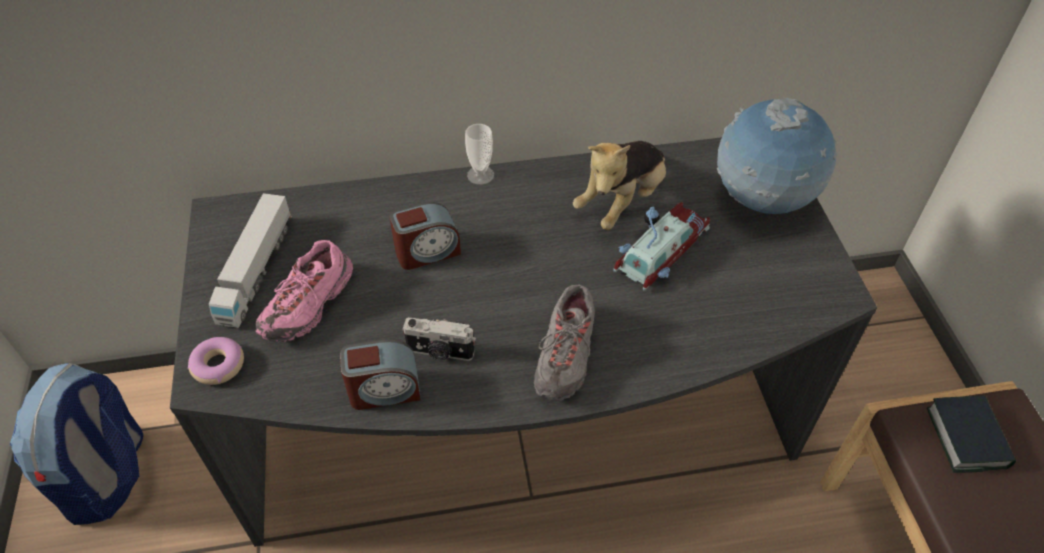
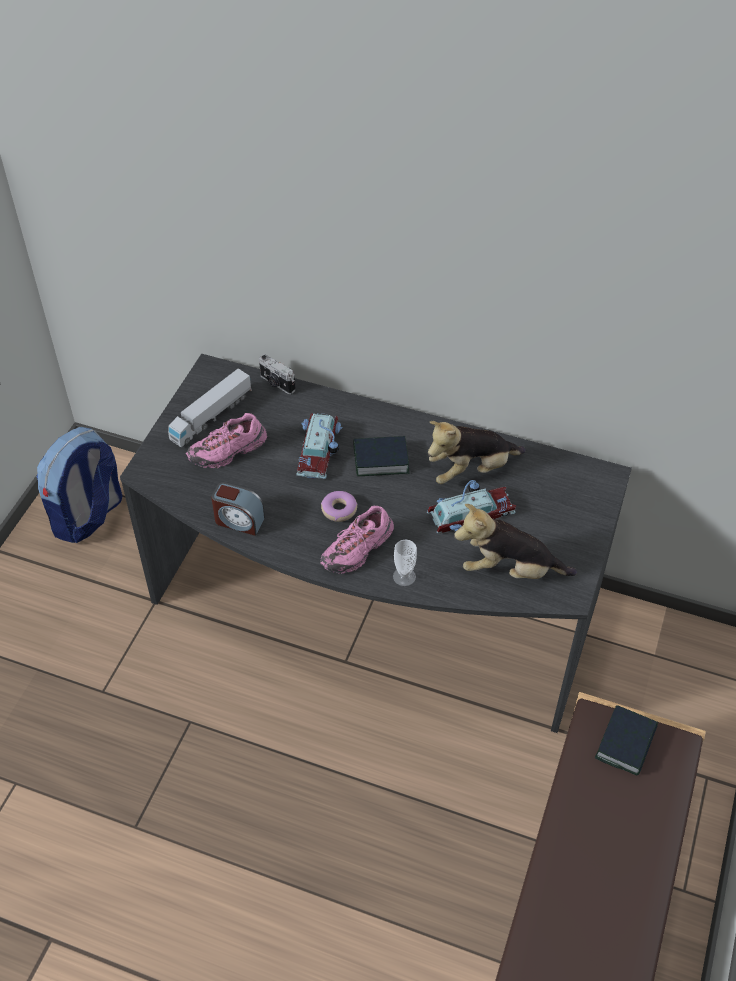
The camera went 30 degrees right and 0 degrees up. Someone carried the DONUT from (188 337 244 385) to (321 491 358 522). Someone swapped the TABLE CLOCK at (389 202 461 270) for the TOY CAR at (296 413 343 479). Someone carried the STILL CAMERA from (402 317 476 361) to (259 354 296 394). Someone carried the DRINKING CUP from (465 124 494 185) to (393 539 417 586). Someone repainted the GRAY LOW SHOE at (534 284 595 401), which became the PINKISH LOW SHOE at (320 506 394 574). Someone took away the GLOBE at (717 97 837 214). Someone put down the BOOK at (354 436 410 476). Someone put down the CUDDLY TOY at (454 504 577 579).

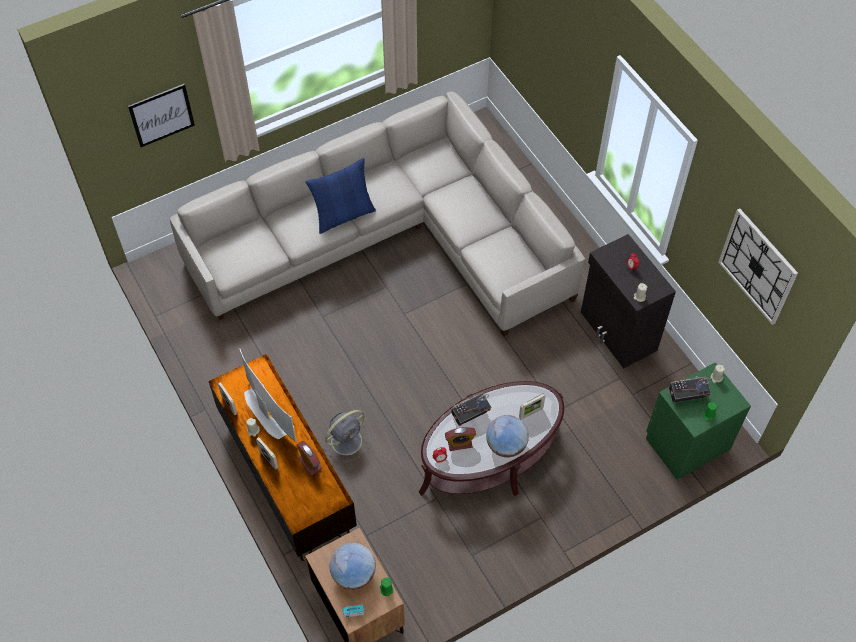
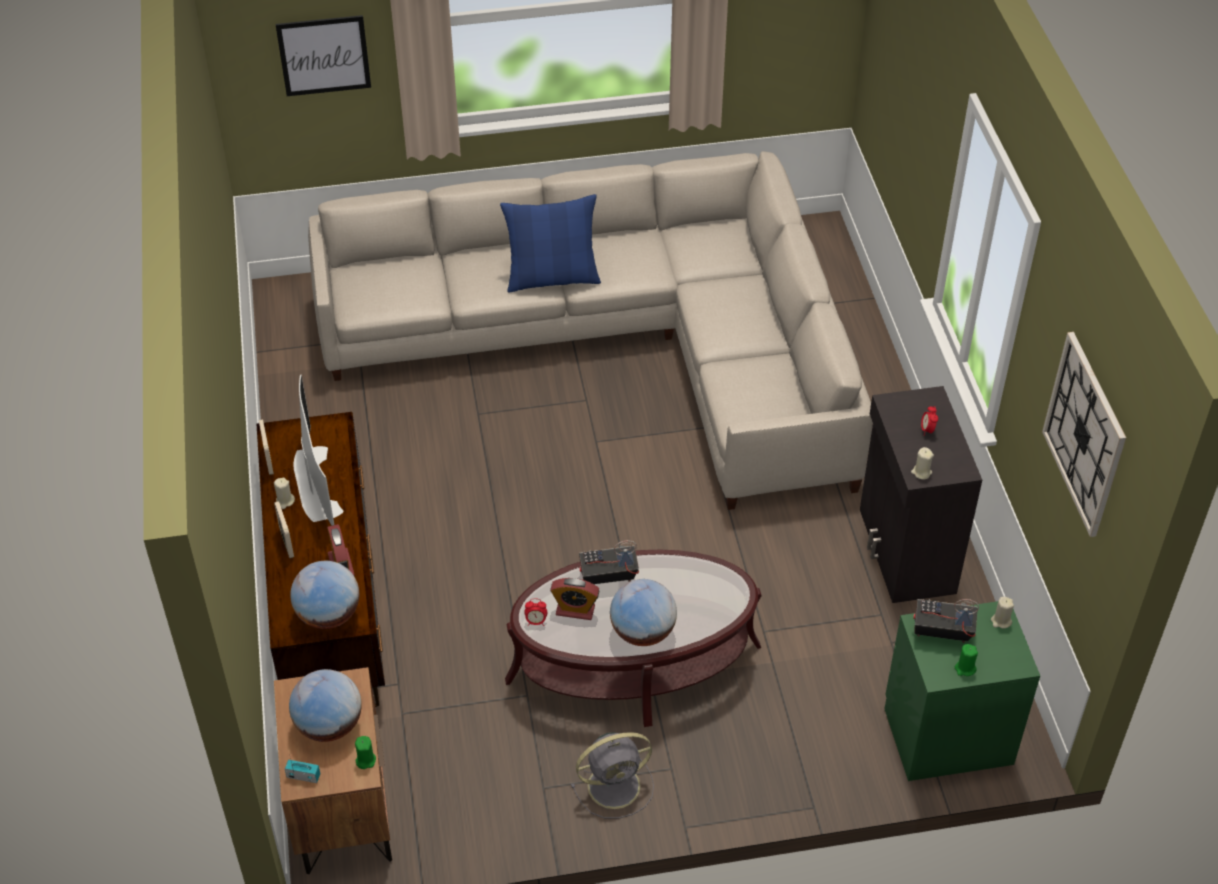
The camera went 20 degrees right and 10 degrees down. Someone carried the GRAY FAN from (322 410 370 462) to (571 732 654 819). Someone took away the PHOTO FRAME at (519 394 545 420). Someone put down the GLOBE at (290 561 359 629).

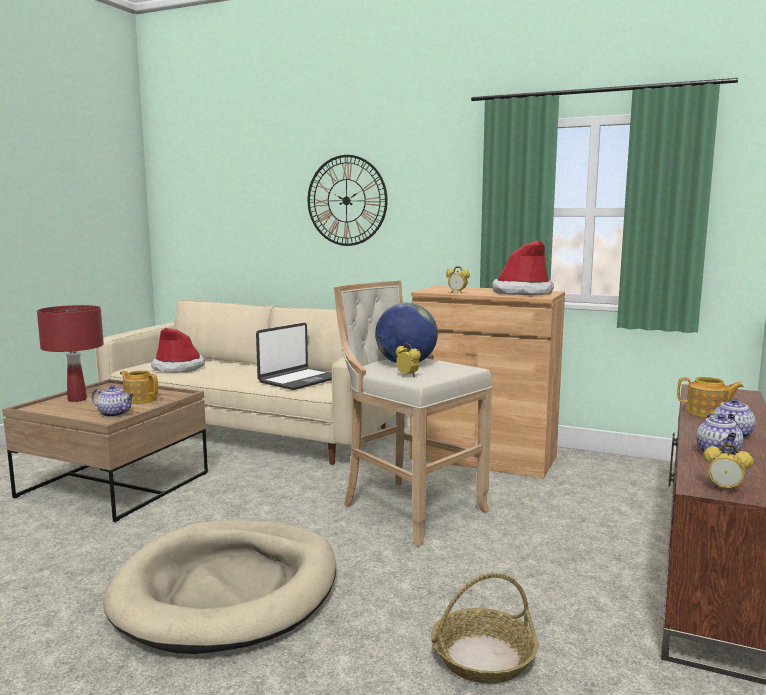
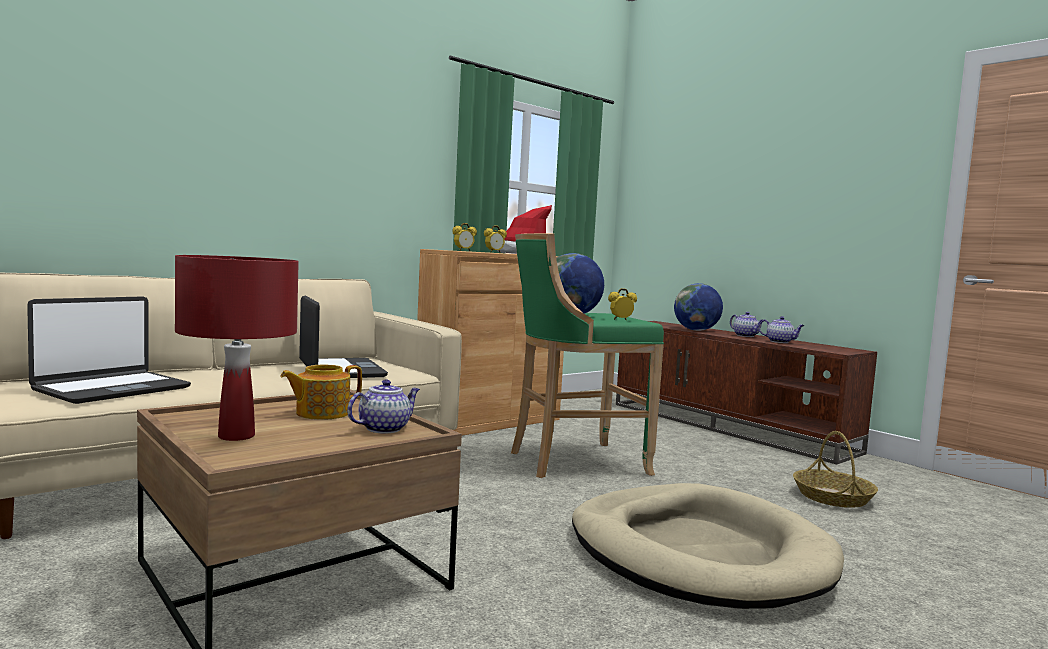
The camera went 65 degrees left and 5 degrees down. Someone swapped the CLOTHING HAT at (151 328 205 373) for the NOTEBOOK COMPUTER at (27 296 191 404). Someone took away the CLOCK ON THE WALL at (308 155 388 246). Someone repainted the SAND-COLOURED STOOL SEAT at (334 281 492 546), which became the GREEN-COLOURED STOOL SEAT at (511 233 664 478). Someone swapped the TEAPOT at (677 377 744 418) for the GLOBE at (674 283 723 331). Someone carried the TABLE CLOCK from (703 444 753 492) to (452 223 477 251).

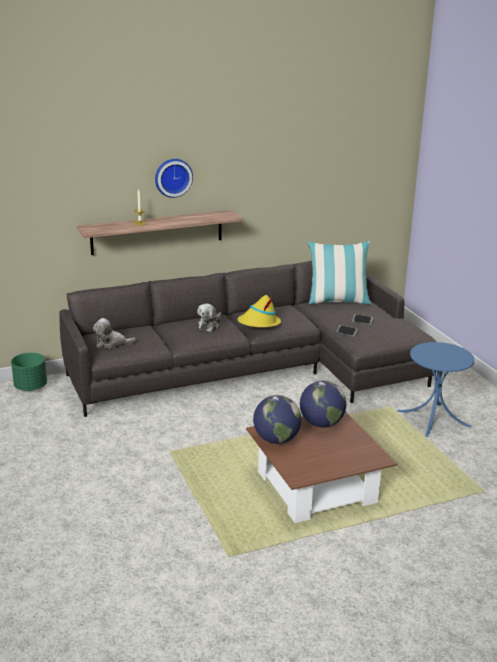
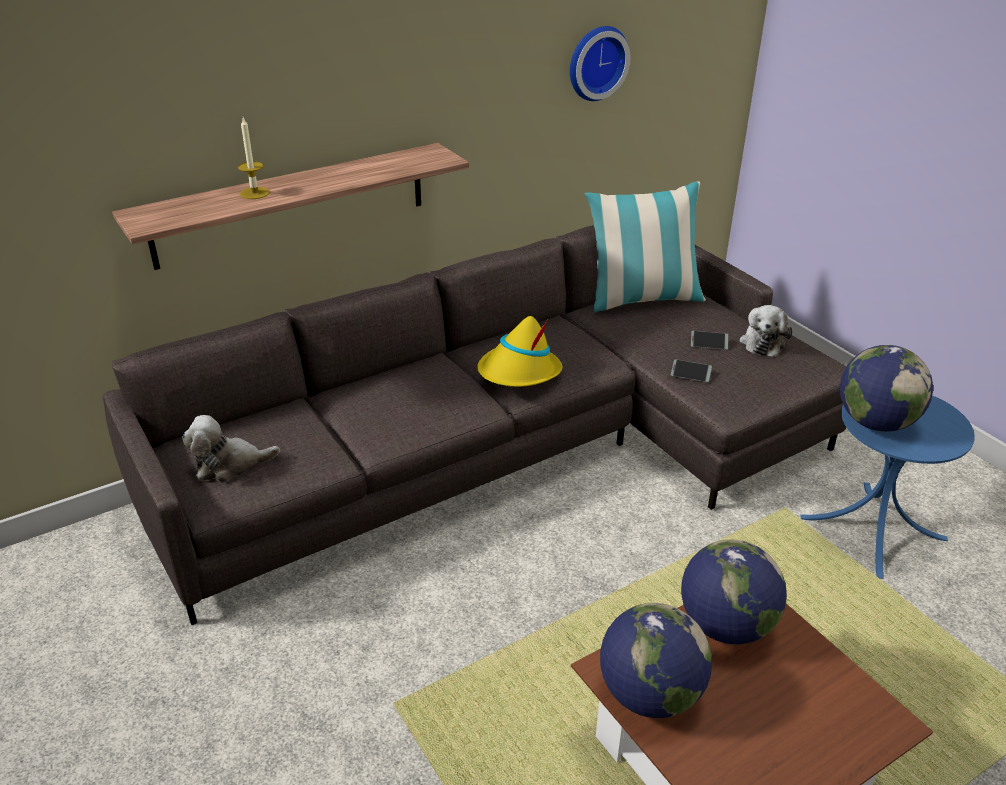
The camera went 10 degrees left and 10 degrees up. Someone took away the GREEN-COLOURED PLANTER at (11 352 47 391). Someone carried the CLOCK ON THE WALL from (155 159 193 198) to (570 26 630 101). Someone carried the CUDDLY TOY from (197 304 222 332) to (740 305 793 357). Someone put down the GLOBE at (840 345 933 432).

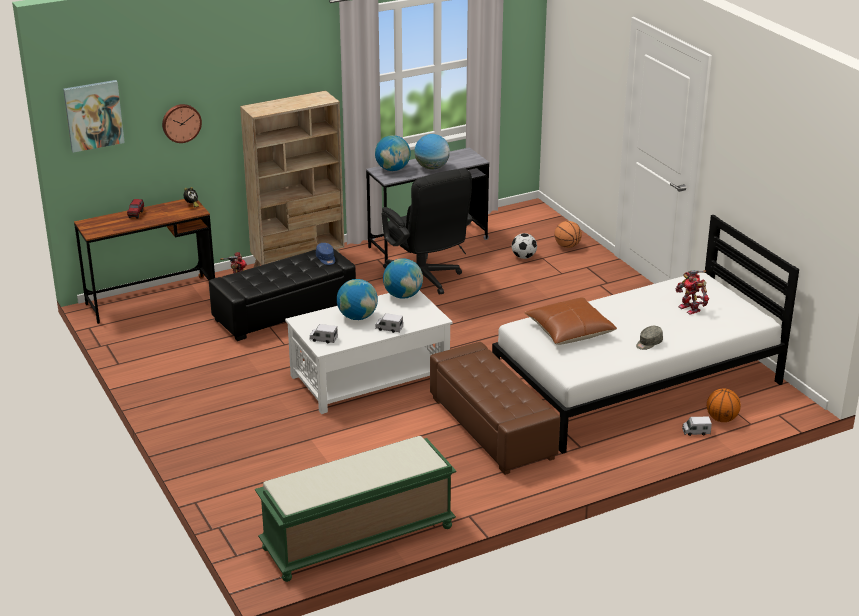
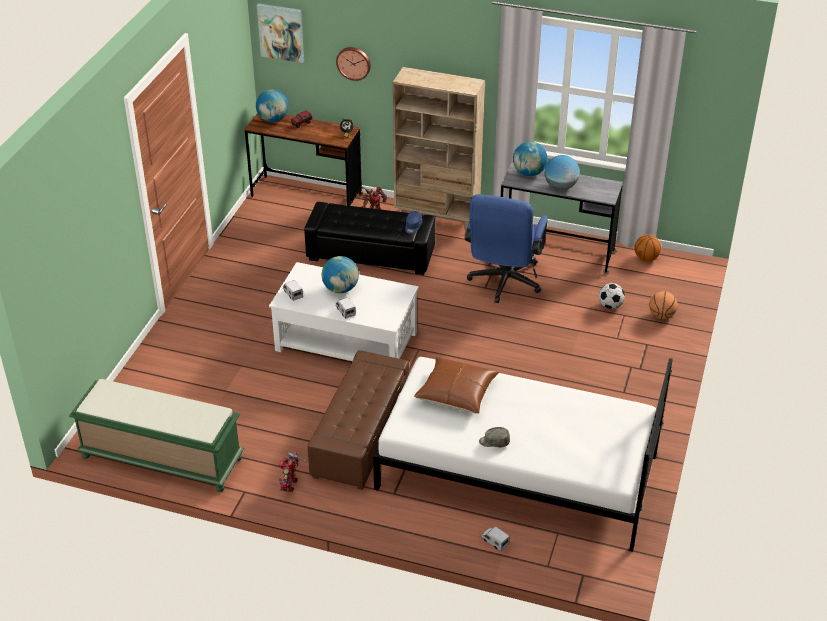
The camera went 45 degrees right and 10 degrees up. Someone repainted the BLACK-COLOURED COMPUTER CHAIR at (382 168 472 295), which became the BLUE COMPUTER CHAIR at (465 194 548 303). Someone carried the GLOBE from (383 258 423 299) to (256 89 288 122). Someone carried the MODEL ROBOT from (676 270 709 315) to (279 452 307 492). Someone carried the BALL FOR BASKETBALL from (707 388 741 422) to (634 234 661 261).

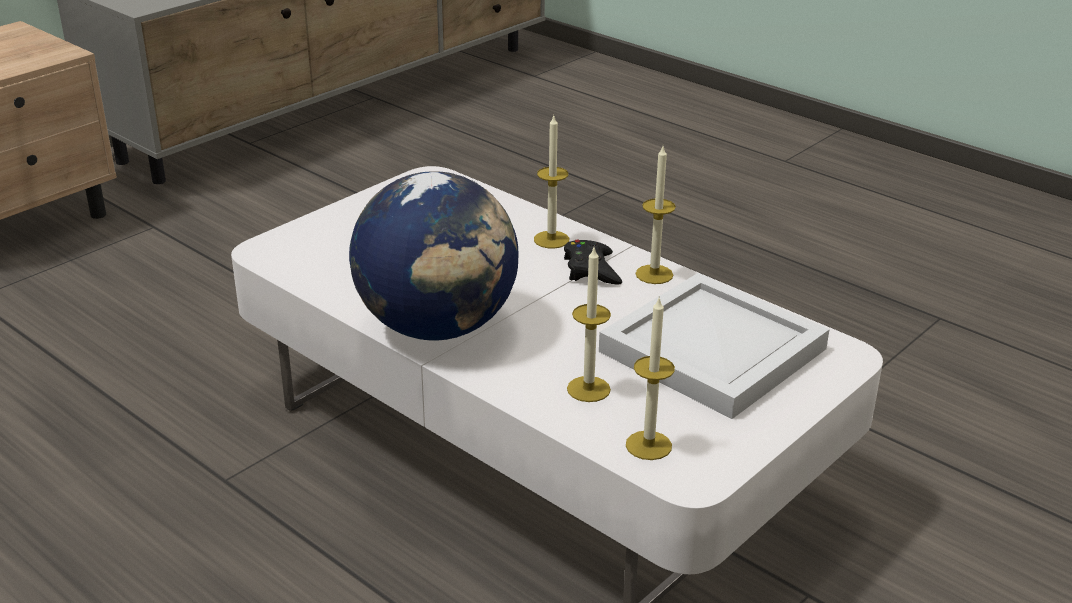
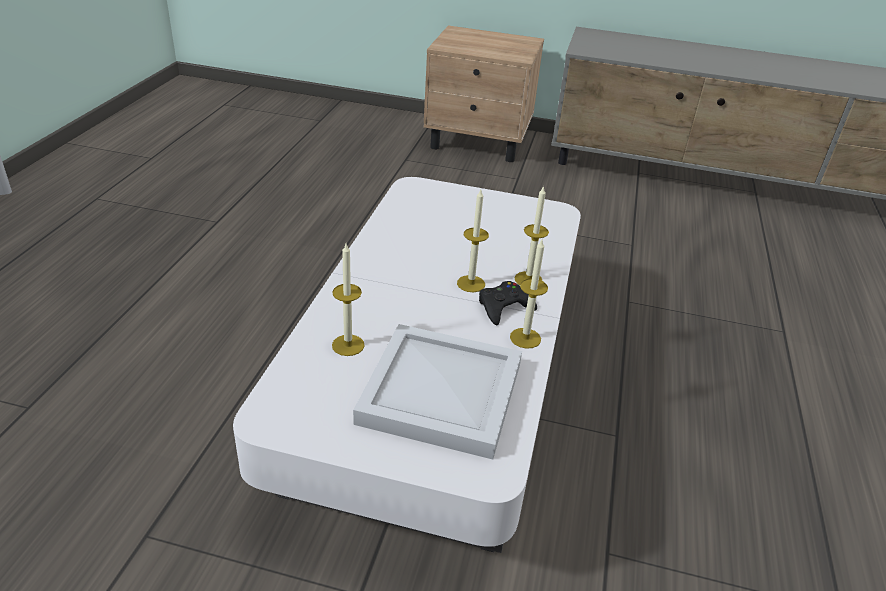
The camera went 60 degrees right and 5 degrees up. Someone took away the GLOBE at (349 171 518 340). Someone carried the CANDLE from (626 298 675 460) to (457 190 489 292).

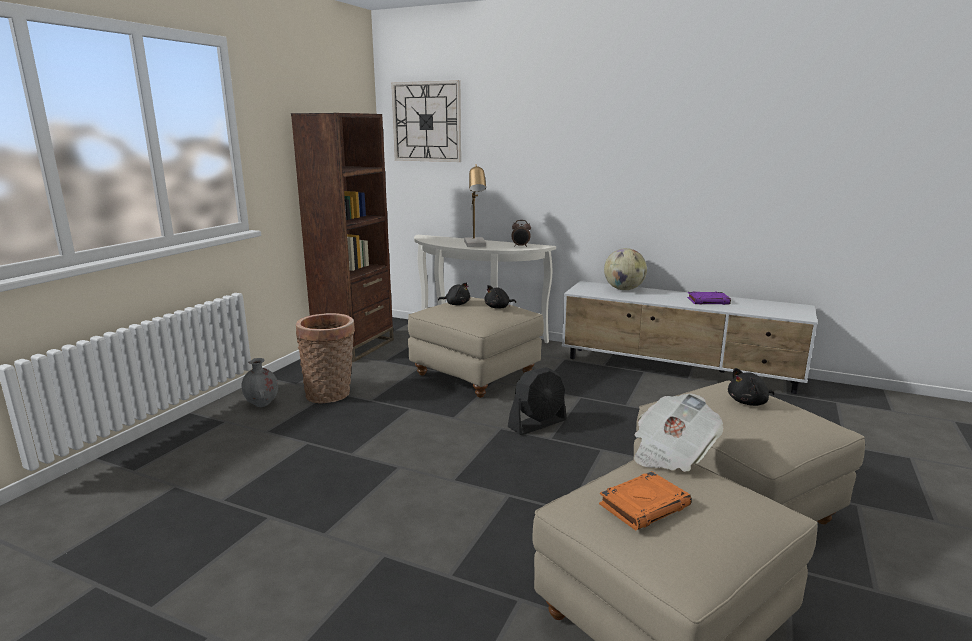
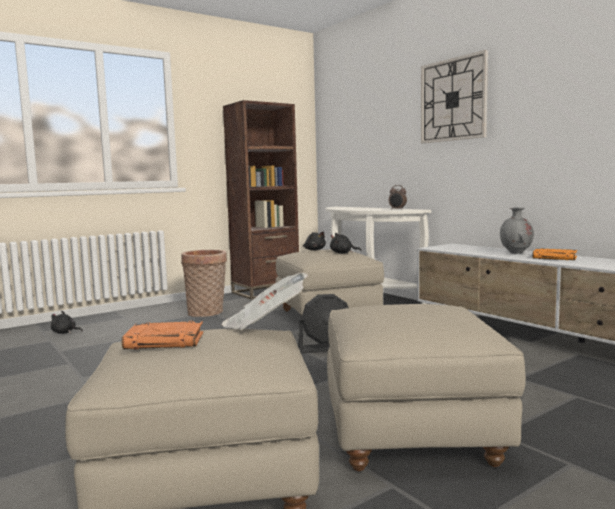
The camera went 30 degrees right and 10 degrees down. Someone carried the GRAY VASE from (241 358 278 407) to (500 208 534 254). Someone carried the CLOCK ON THE WALL from (391 80 461 162) to (421 50 488 143). Someone took away the TABLETOP LAMP at (464 164 486 247). Someone took away the GLOBE at (604 248 647 290). Someone repainted the PURPLE BOOK at (687 292 731 305), which became the ORANGE-COLOURED BOOK at (532 248 577 260). Someone carried the BLACK-COLOURED CUDDLY TOY from (728 368 774 406) to (51 311 83 334).

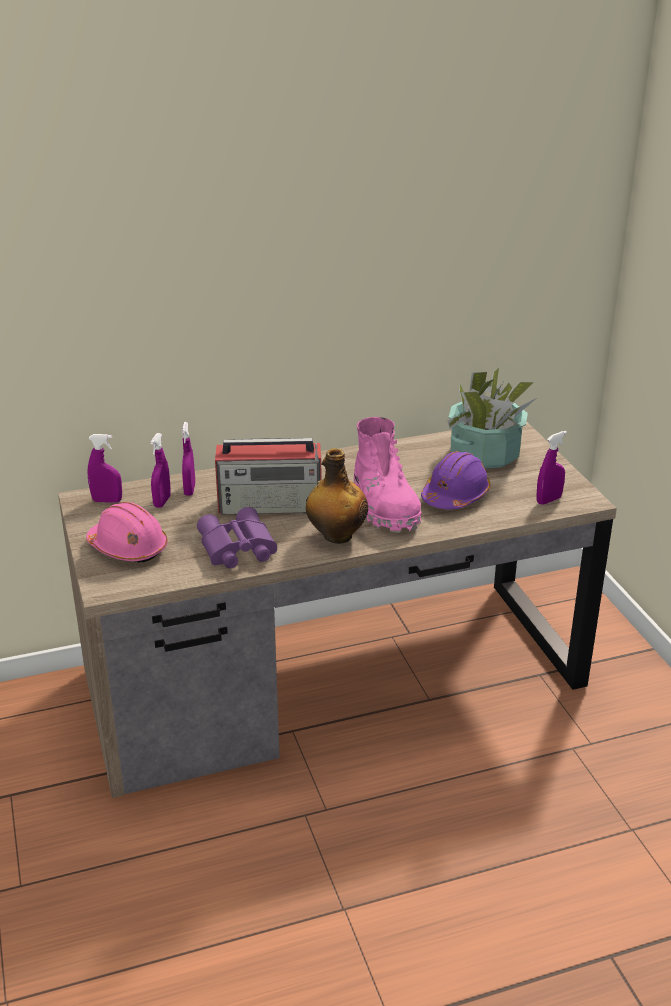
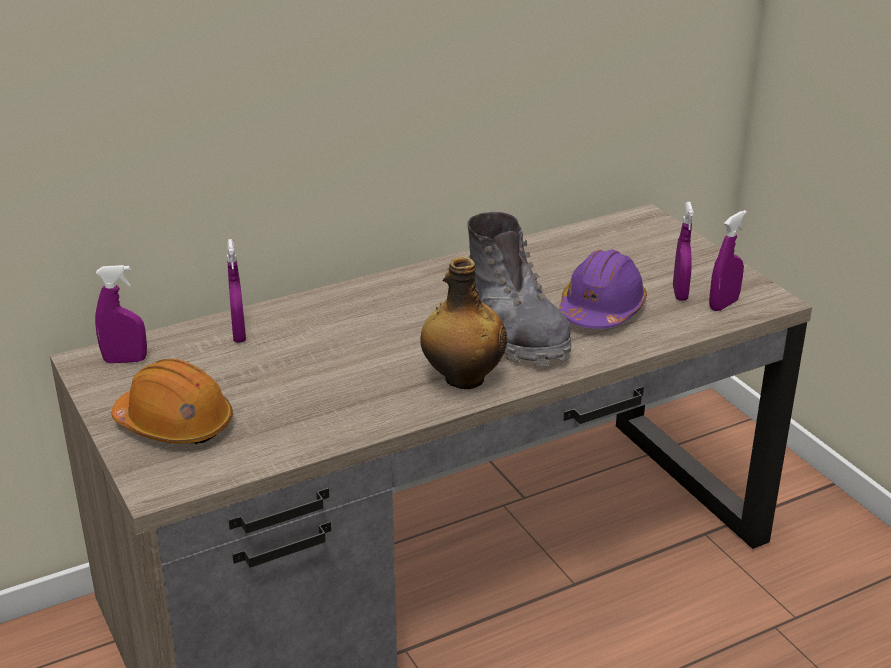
The camera went 10 degrees left and 0 degrees up. Someone repainted the PINKISH SAFETY HELMET at (86 502 168 563), which became the ORANGE-COLOURED SAFETY HELMET at (112 359 233 444). Someone carried the PURPLE SPRAY BOTTLE from (150 433 171 508) to (673 202 694 301). Someone took away the PURPLE BINOCULARS at (197 507 277 568). Someone took away the RADIO SET at (215 438 321 515). Someone repainted the PINKISH HIGH-TOP BOOT at (354 417 422 533), which became the GRAY HIGH-TOP BOOT at (467 212 572 366). Someone took away the PLANT IN A POT at (448 367 538 468).

